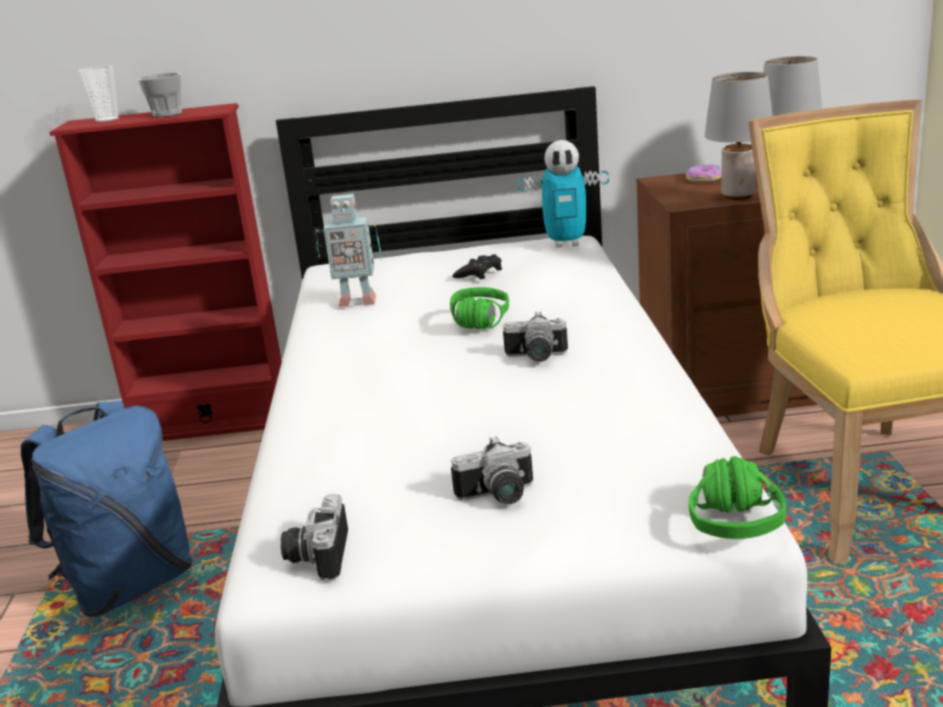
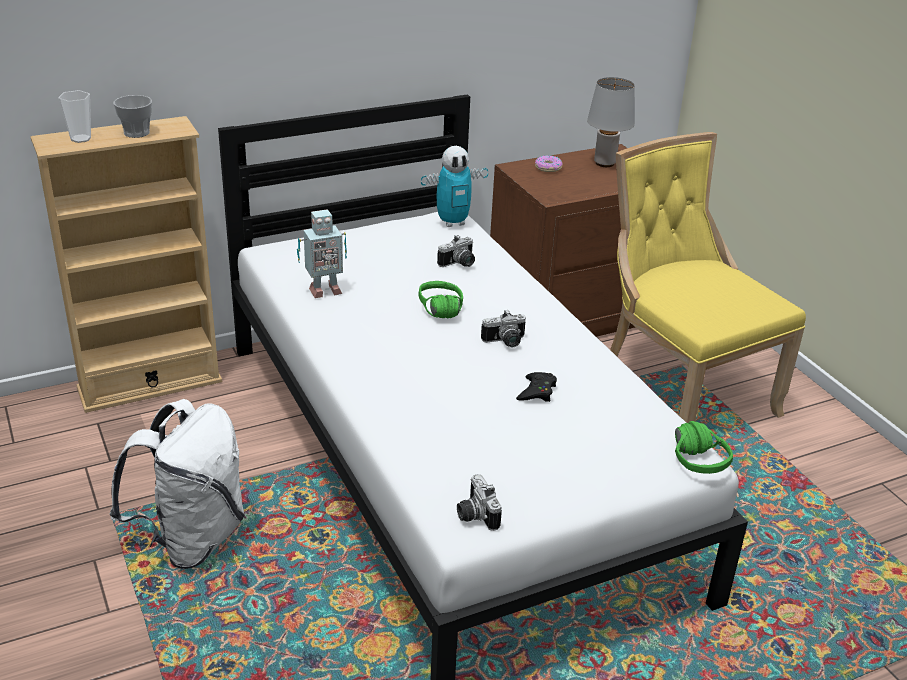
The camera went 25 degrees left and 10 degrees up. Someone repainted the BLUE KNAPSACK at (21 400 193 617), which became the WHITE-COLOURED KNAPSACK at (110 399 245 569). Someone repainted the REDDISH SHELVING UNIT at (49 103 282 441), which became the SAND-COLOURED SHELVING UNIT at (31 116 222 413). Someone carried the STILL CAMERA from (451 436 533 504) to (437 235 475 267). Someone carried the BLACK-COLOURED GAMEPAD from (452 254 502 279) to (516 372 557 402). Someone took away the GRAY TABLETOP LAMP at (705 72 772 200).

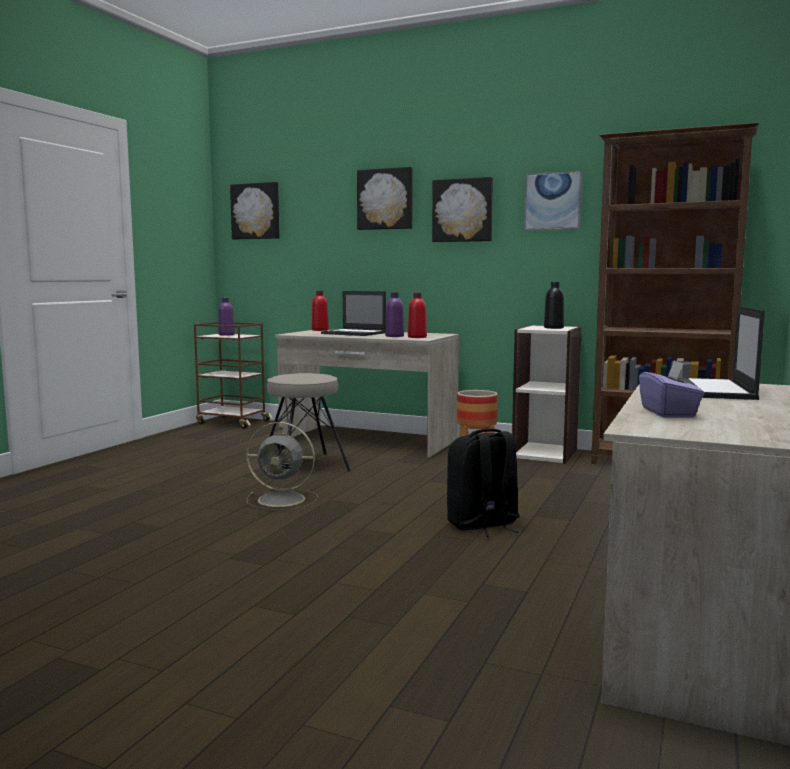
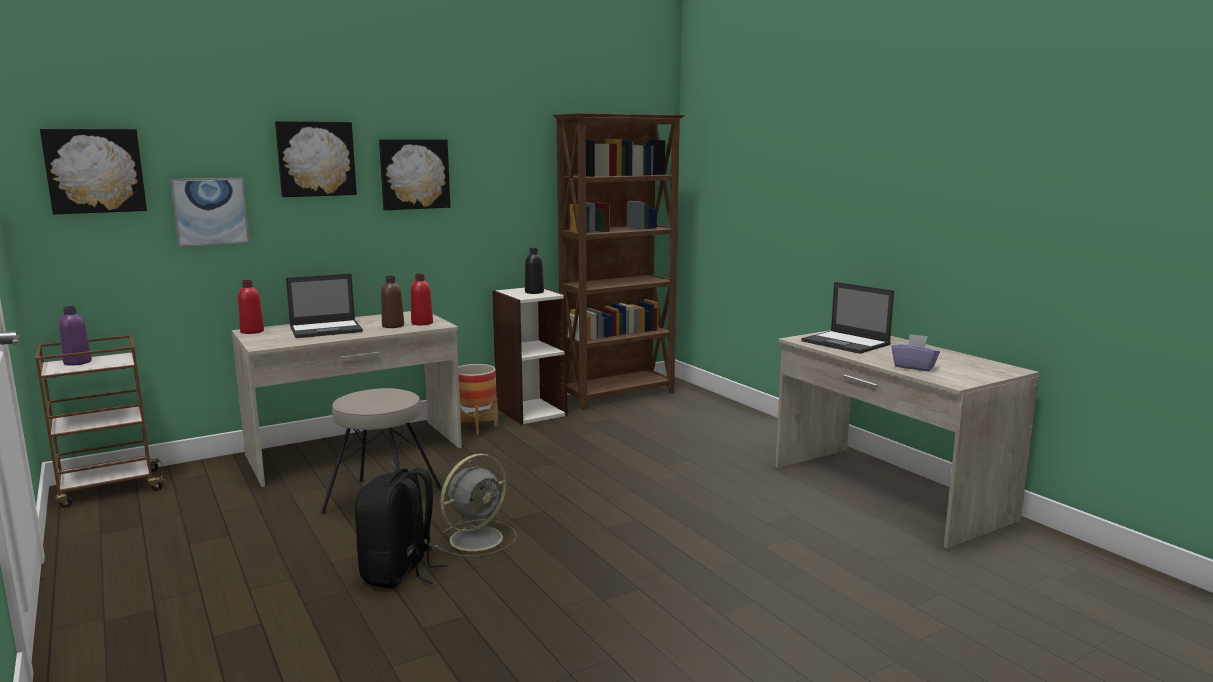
The camera went 55 degrees left and 5 degrees up. Someone repainted the PURPLE BEVERAGE BOTTLE at (385 292 404 337), which became the BROWN BEVERAGE BOTTLE at (381 276 404 328). Someone carried the BLACK-COLOURED KNAPSACK from (447 429 520 537) to (355 468 448 589). Someone carried the PICTURE from (524 171 582 230) to (170 178 250 247).

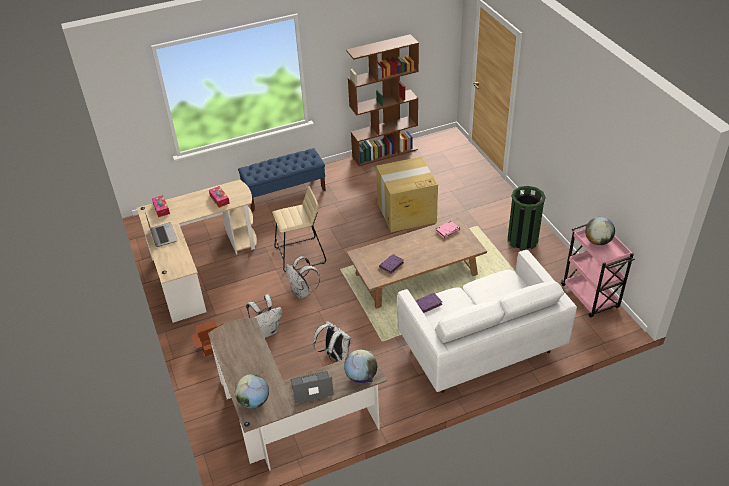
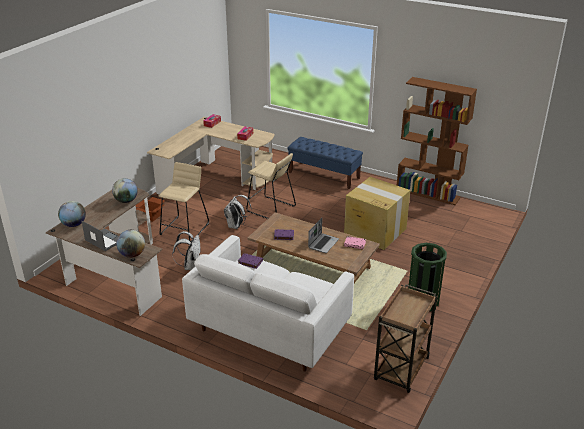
The camera went 50 degrees right and 10 degrees down. Someone carried the NOTEBOOK COMPUTER from (145 213 178 247) to (308 218 339 253). Someone swapped the WHITE-COLOURED KNAPSACK at (246 294 282 338) for the SAND-COLOURED STOOL SEAT at (159 162 209 242). Someone repainted the PINKISH TROLLEY at (561 224 635 318), which became the BROWN TROLLEY at (374 284 437 393). Someone carried the GLOBE from (585 217 615 245) to (112 178 138 203).

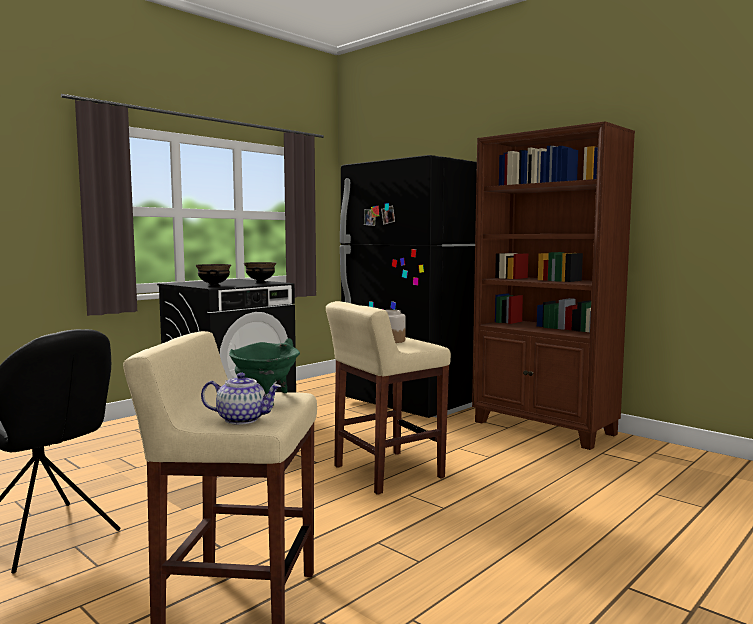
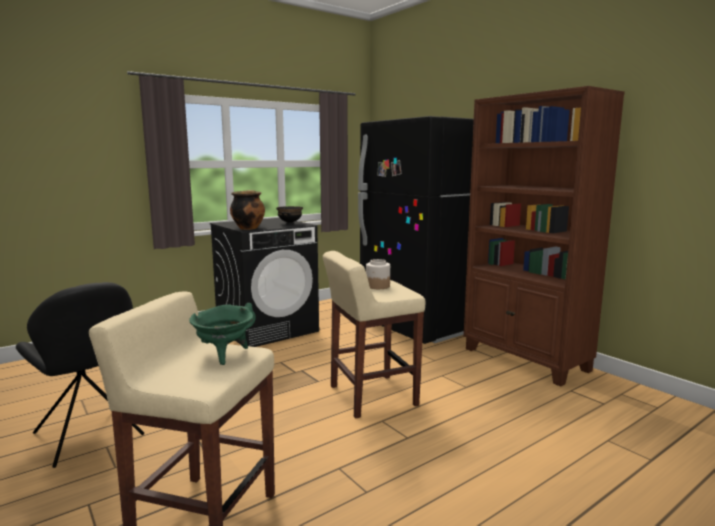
The camera went 10 degrees right and 5 degrees up. Someone swapped the BLACK-COLOURED BOWL at (196 264 231 287) for the COOKING POT at (230 190 265 230). Someone took away the TEAPOT at (201 372 281 425).

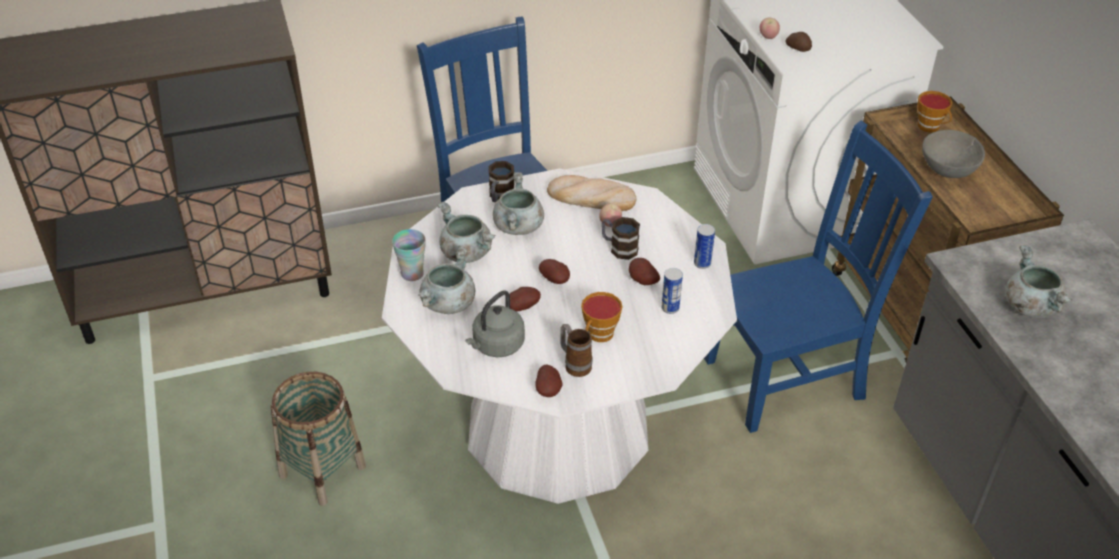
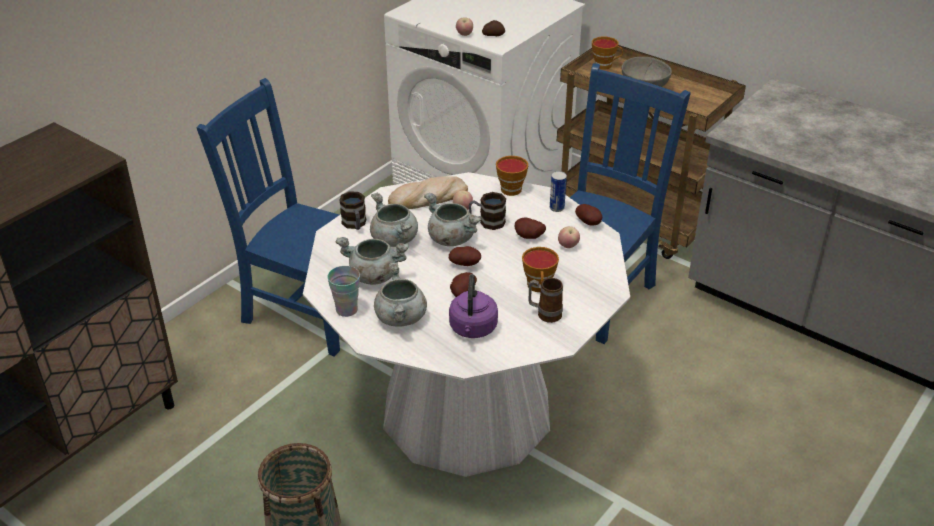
The camera went 35 degrees left and 5 degrees down. Someone repainted the GRAY WATER KETTLE at (465 291 525 357), which became the PURPLE WATER KETTLE at (449 274 498 338). Someone carried the POTATO from (535 365 562 397) to (575 204 602 226). Someone swapped the CAN at (661 268 683 314) for the APPLE at (558 226 580 248). Someone carried the GRAY COOKING POT from (1005 245 1073 318) to (424 193 481 246). Someone put down the DRINKING CUP at (496 156 528 196).

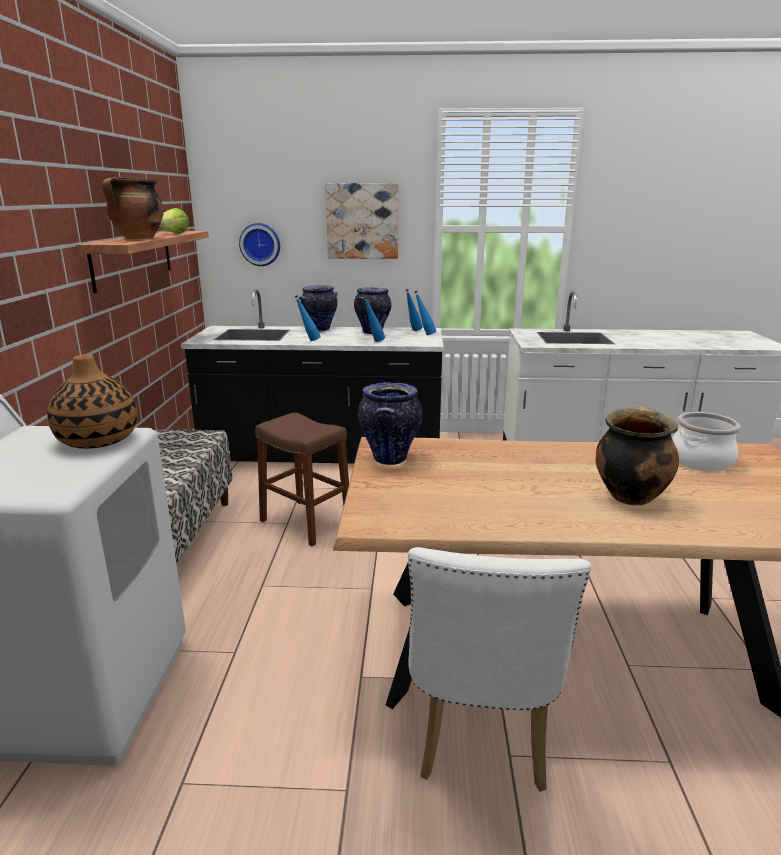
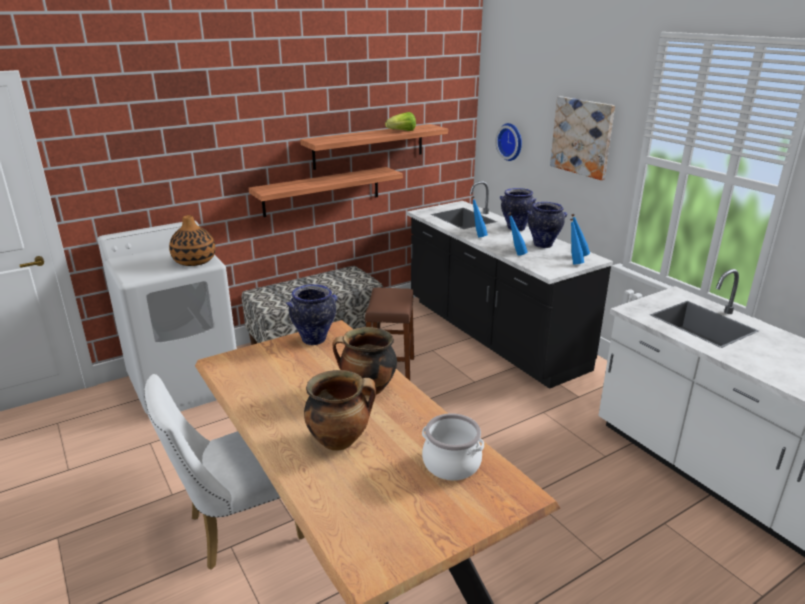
The camera went 55 degrees right and 5 degrees up. Someone carried the COOKING POT from (102 177 163 239) to (332 327 397 396). Someone put up the WALL SHELF at (249 167 403 217).

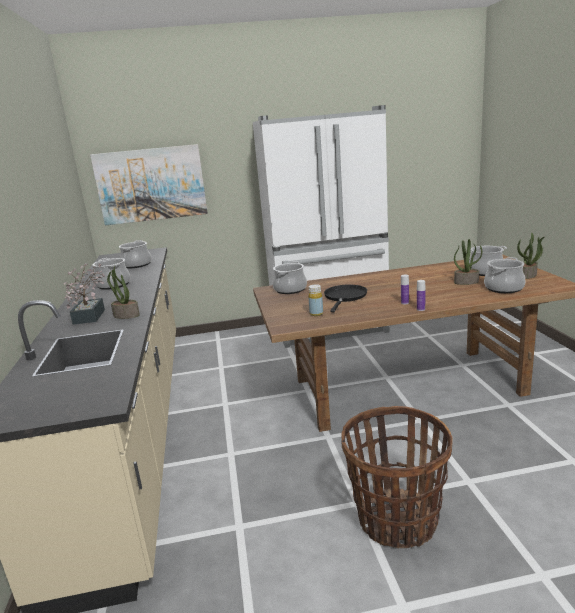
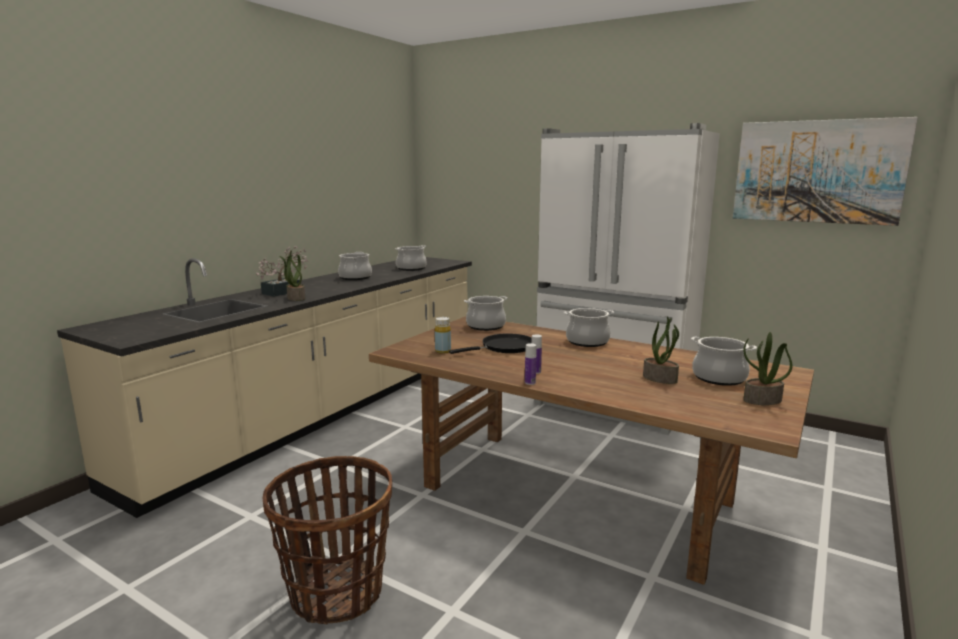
The camera went 40 degrees right and 5 degrees down. Someone carried the PICTURE from (90 144 208 225) to (733 117 918 226). Someone carried the COOKING POT from (484 257 526 293) to (564 308 614 347).

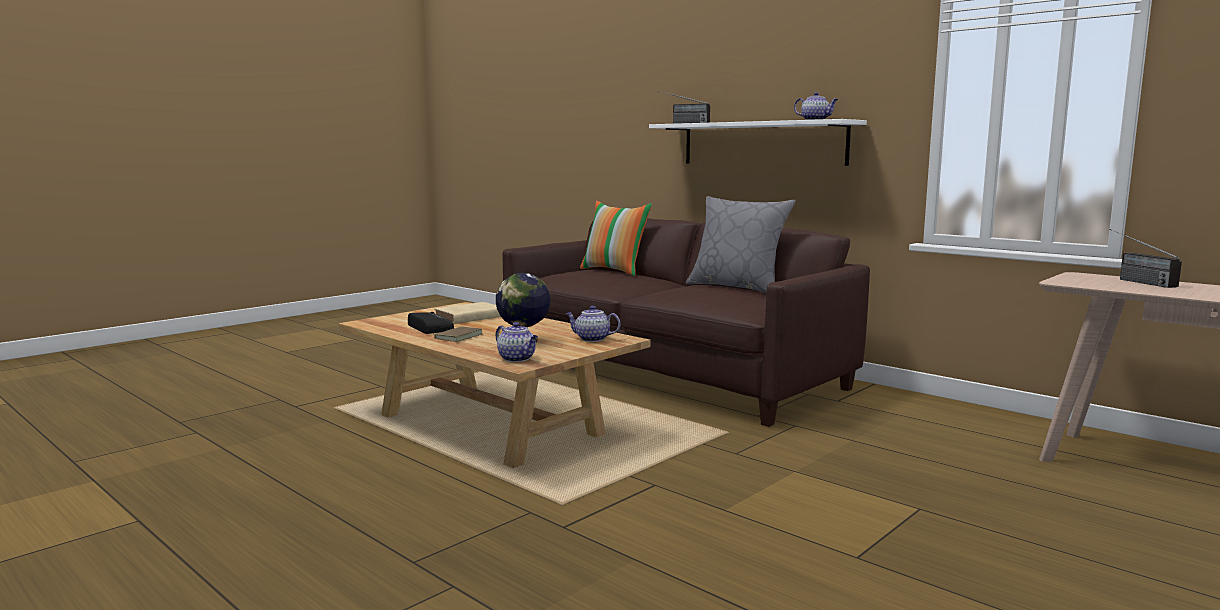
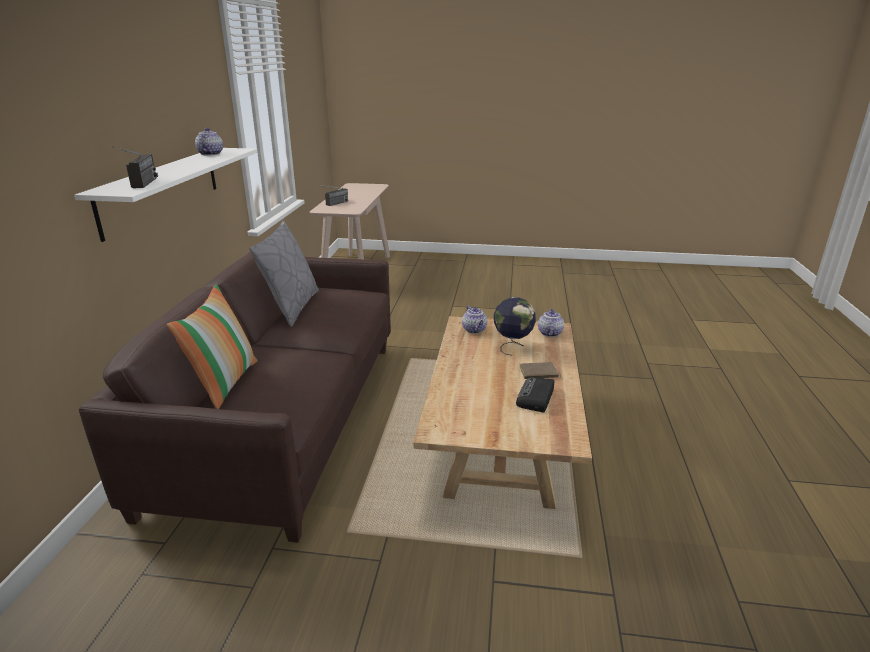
The camera went 125 degrees left and 15 degrees up. Someone took away the SAND-COLOURED BOOK at (434 302 501 324).

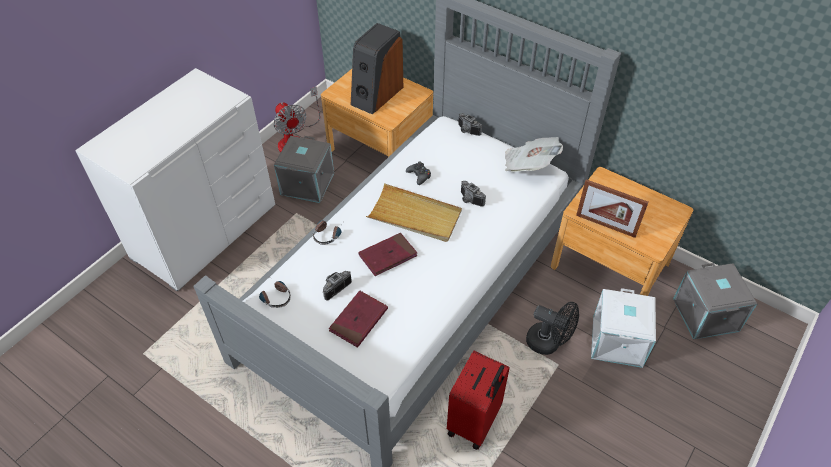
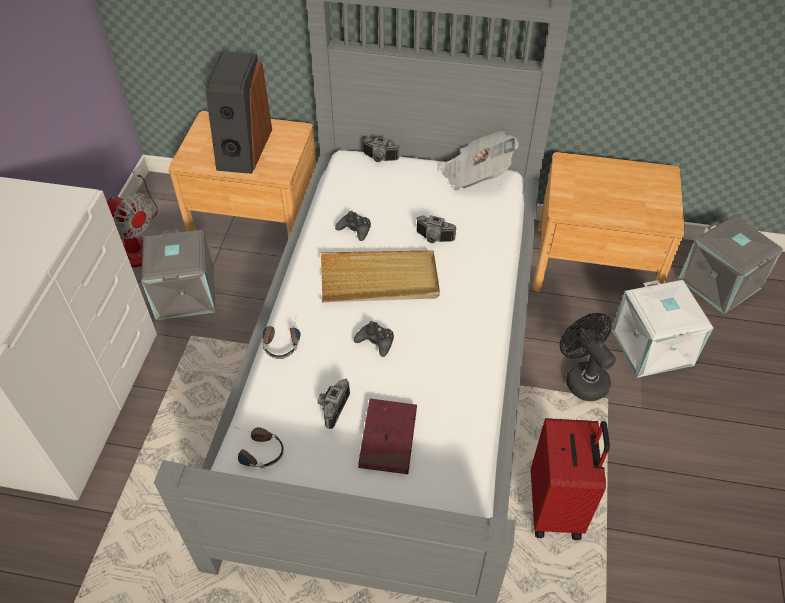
The camera went 25 degrees left and 0 degrees up. Someone swapped the REDDISH BOOK at (358 233 418 276) for the BLACK-COLOURED GAMEPAD at (354 321 394 357). Someone rotated the BLACK-COLOURED FAN at (526 302 579 355) by 120 degrees counterclockwise. Someone took away the PHOTO FRAME at (576 179 649 238).

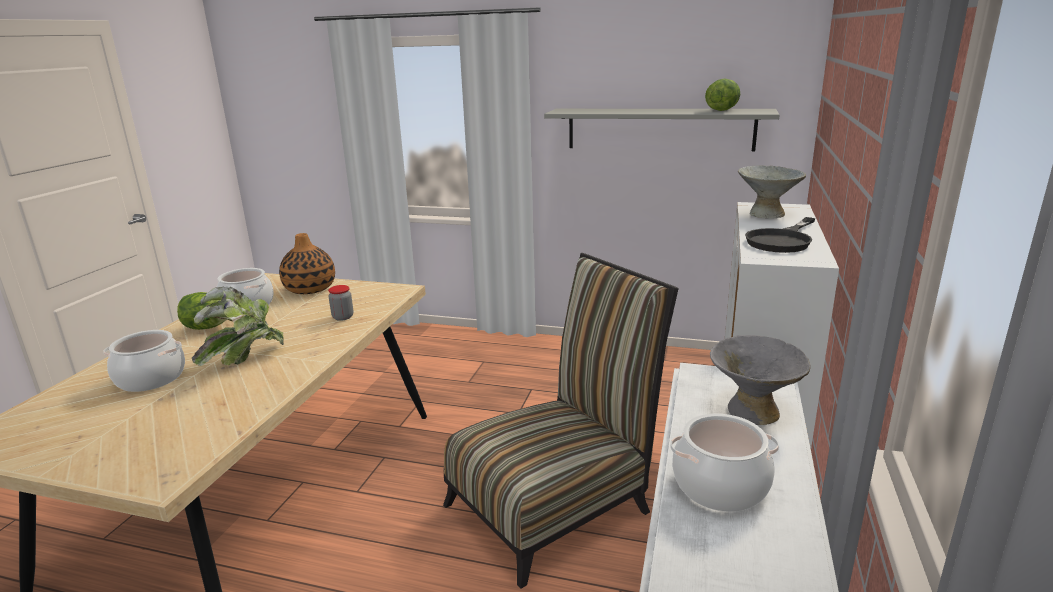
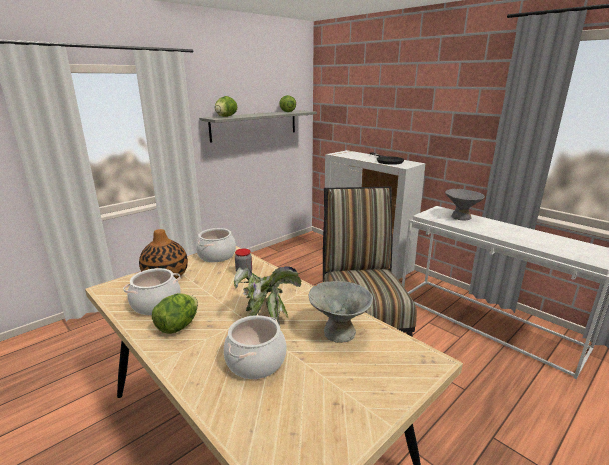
The camera went 60 degrees left and 0 degrees up. Someone carried the COOKING POT from (670 414 779 512) to (196 228 236 262). Someone carried the GRAY BOWL from (738 165 806 219) to (308 281 373 343). Someone put down the LETTUCE HEAD at (215 96 237 117).

